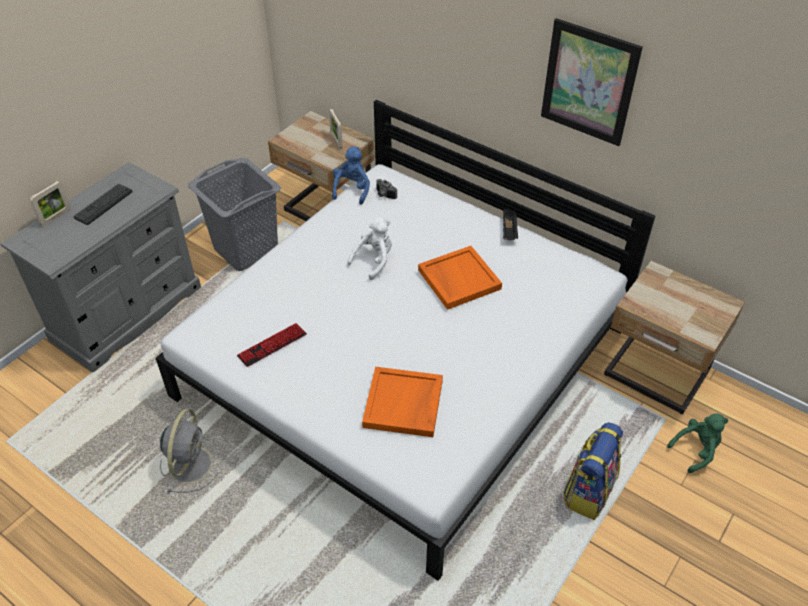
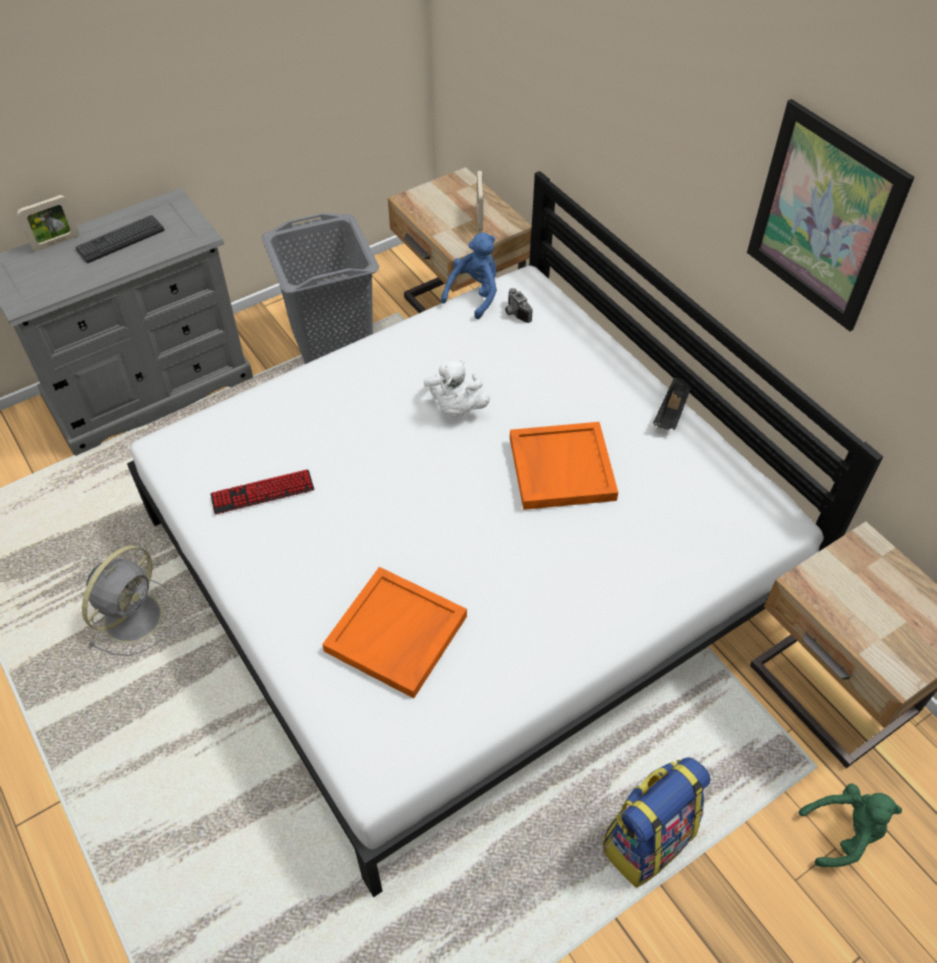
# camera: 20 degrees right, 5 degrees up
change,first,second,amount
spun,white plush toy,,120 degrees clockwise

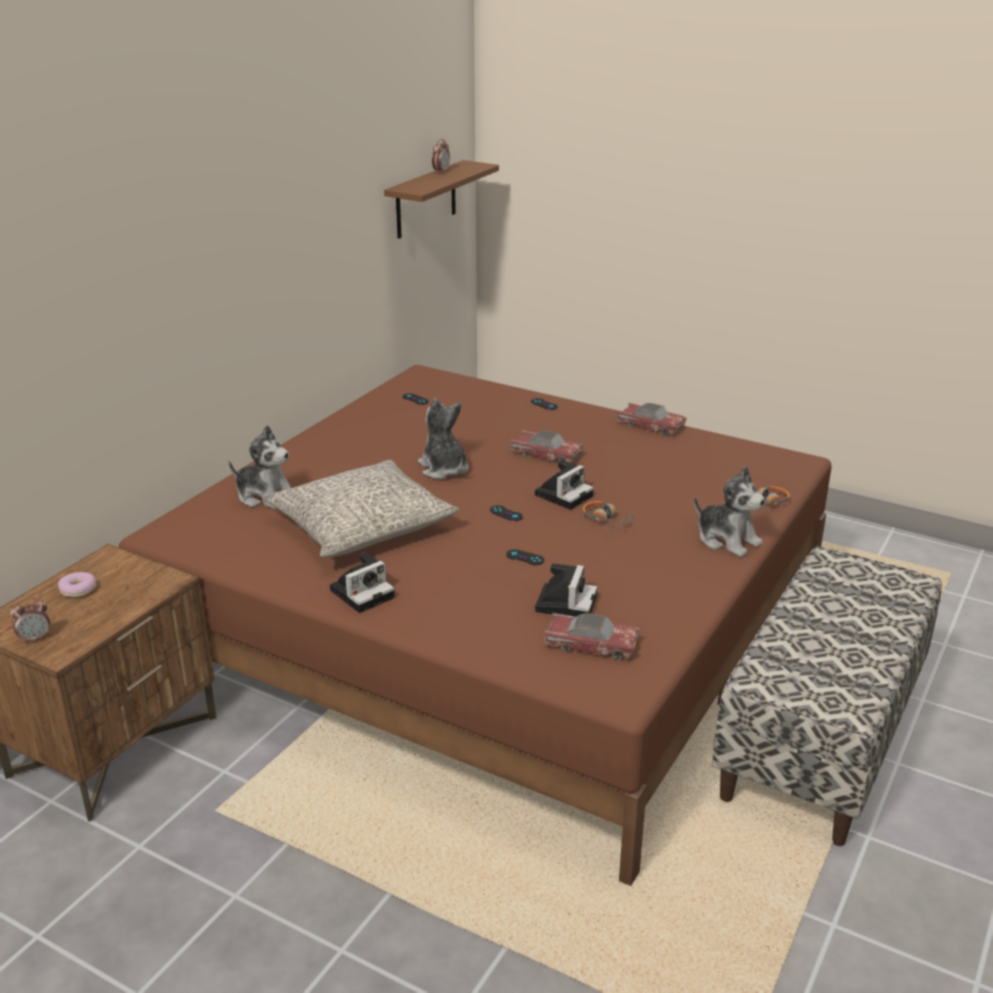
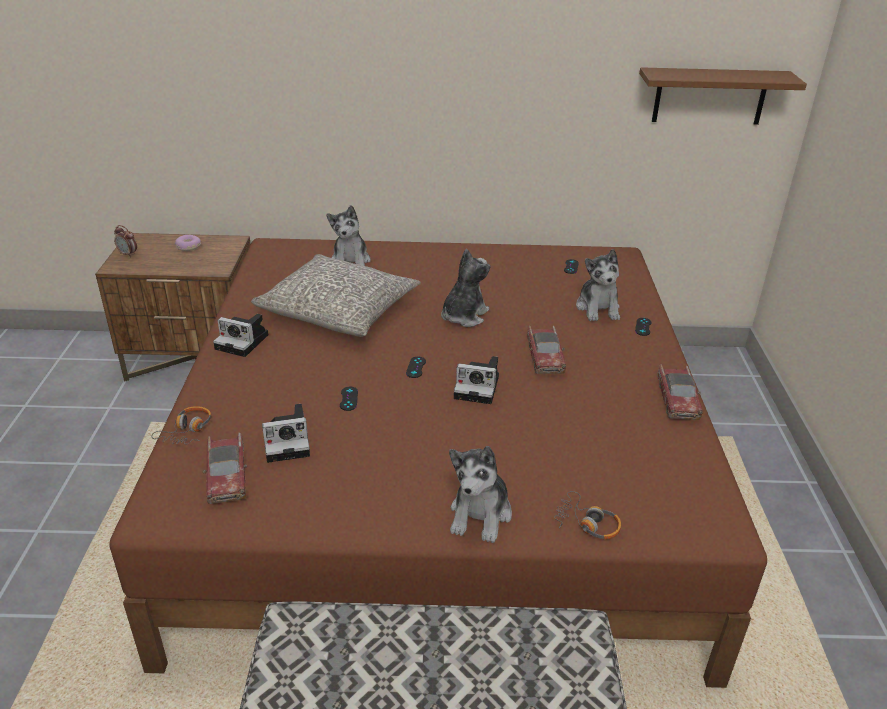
# camera: 60 degrees right, 5 degrees up
change,first,second,amount
missing,alarm clock (no. 2 from left),,
relocated,headphones (no. 1 from left),,
appeared,,plush toy (no. 4 from left),

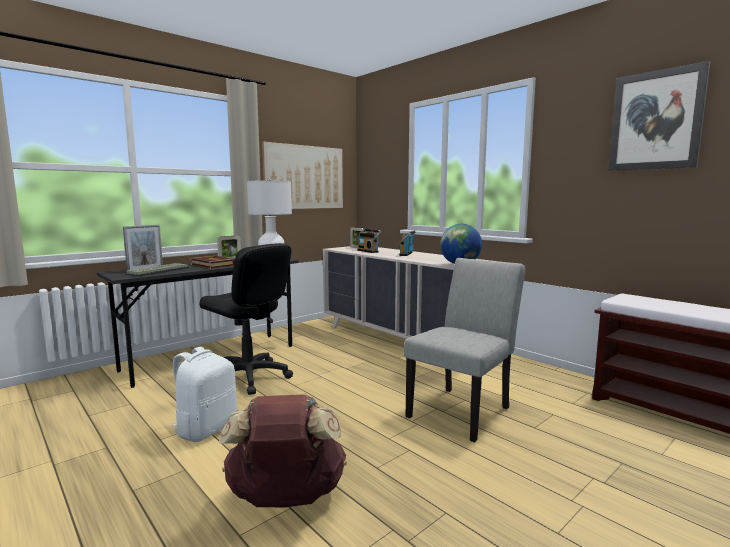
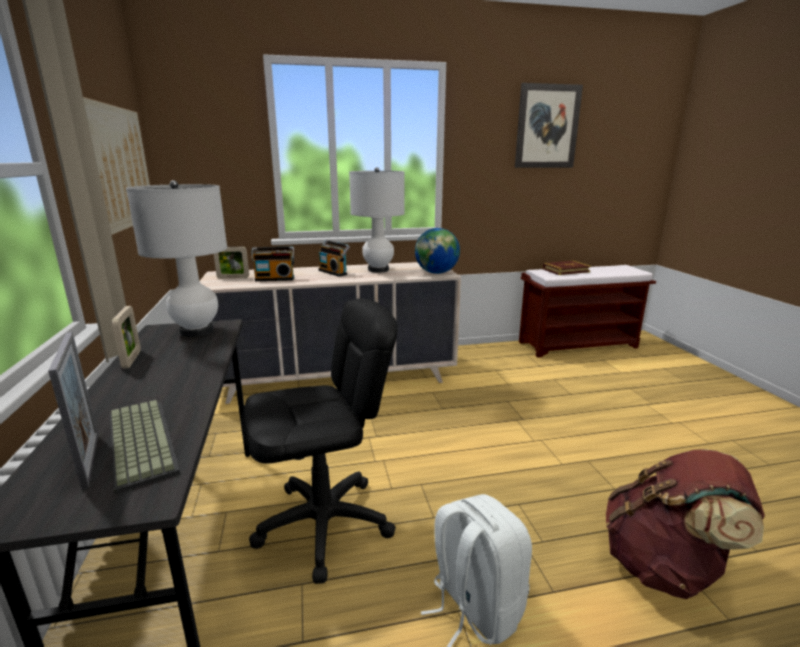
# camera: 60 degrees left, 10 degrees up
change,first,second,amount
relocated,book,,
missing,grey chair,,
appeared,,white table lamp (no. 2 from left),

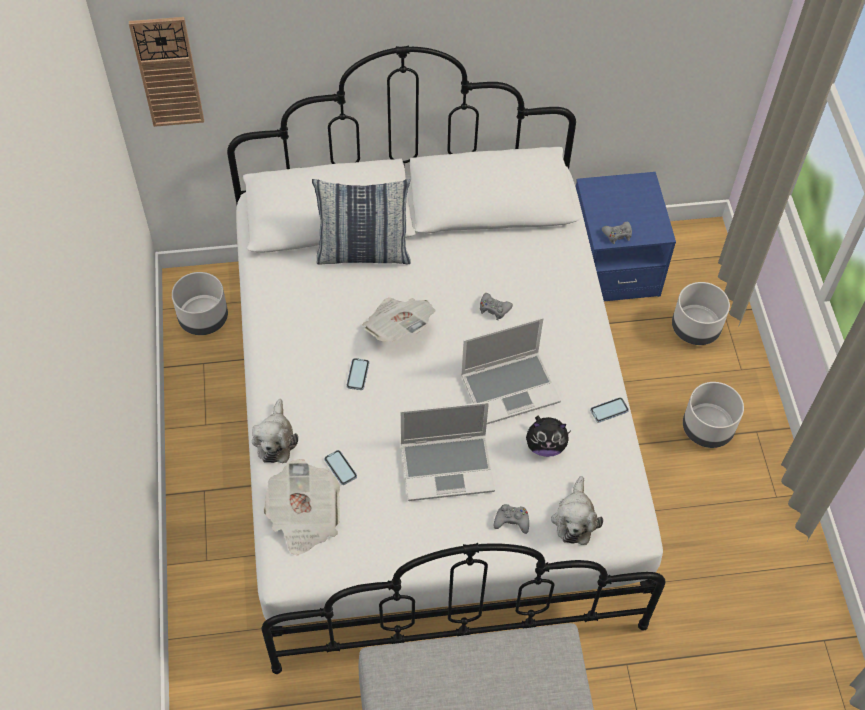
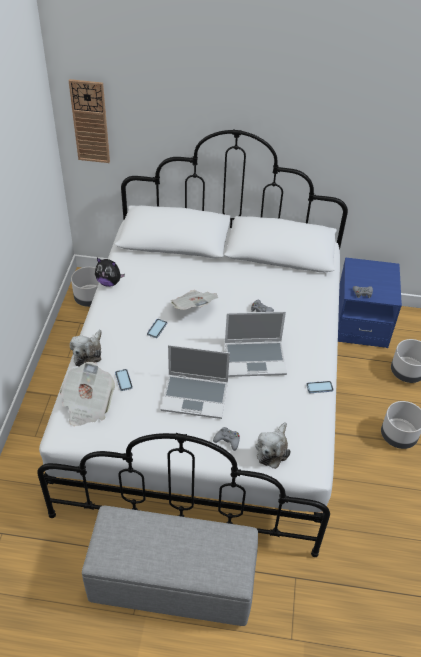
# camera: 15 degrees right, 10 degrees down
change,first,second,amount
missing,pillow,,
relocated,plush toy (no. 2 from left),,

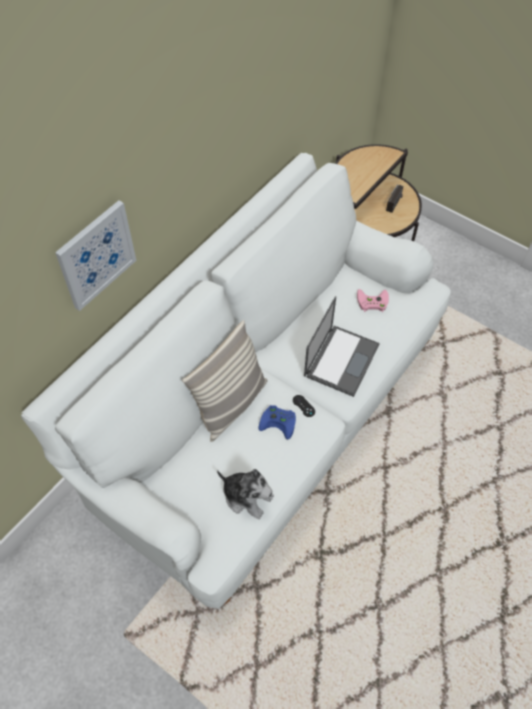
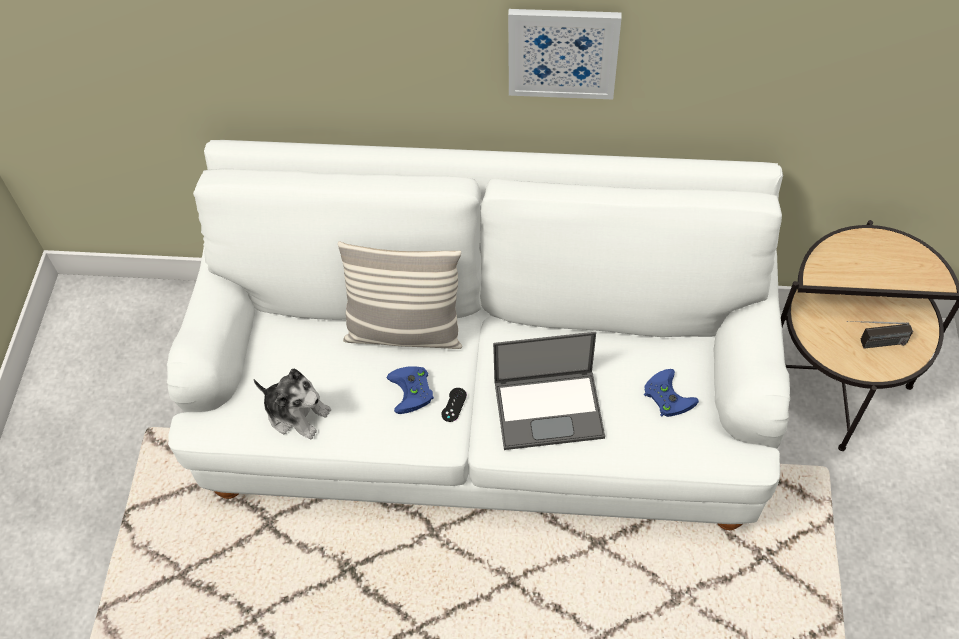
# camera: 60 degrees right, 0 degrees up
change,first,second,amount
relocated,picture,,
colour,pink game controller,blue game controller (no. 2 from left),
spun,plush toy,,60 degrees counterclockwise

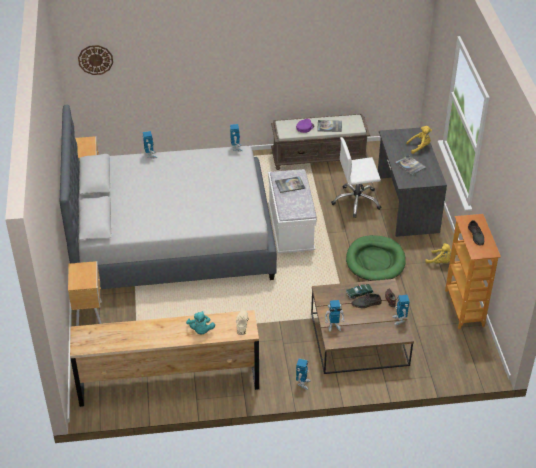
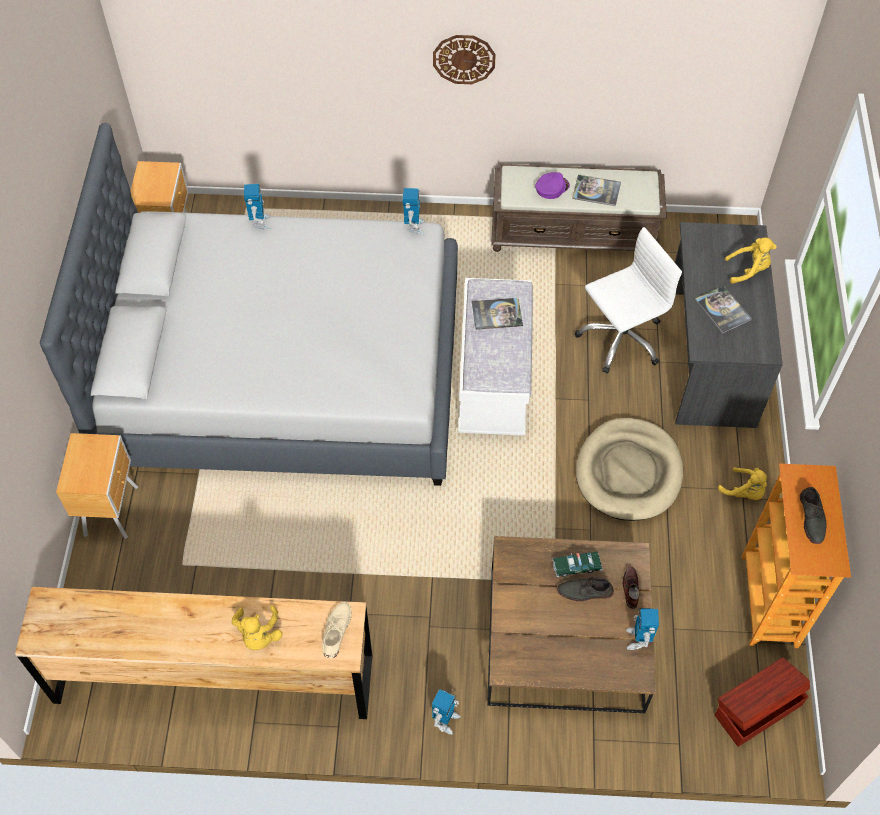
# camera: 10 degrees right, 15 degrees up
change,first,second,amount
relocated,wall clock,,
spun,white office chair,,150 degrees clockwise
colour,green dog bed,beige dog bed,
missing,toy robot (no. 4 from left),,
colour,turquoise plush toy,yellow plush toy (no. 1 from left),
appeared,,brown storage box,

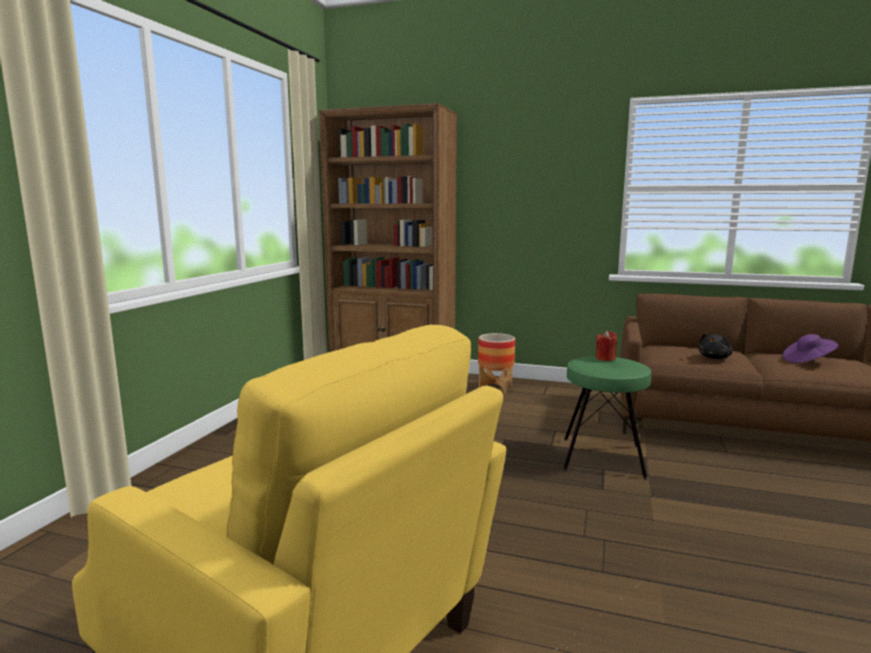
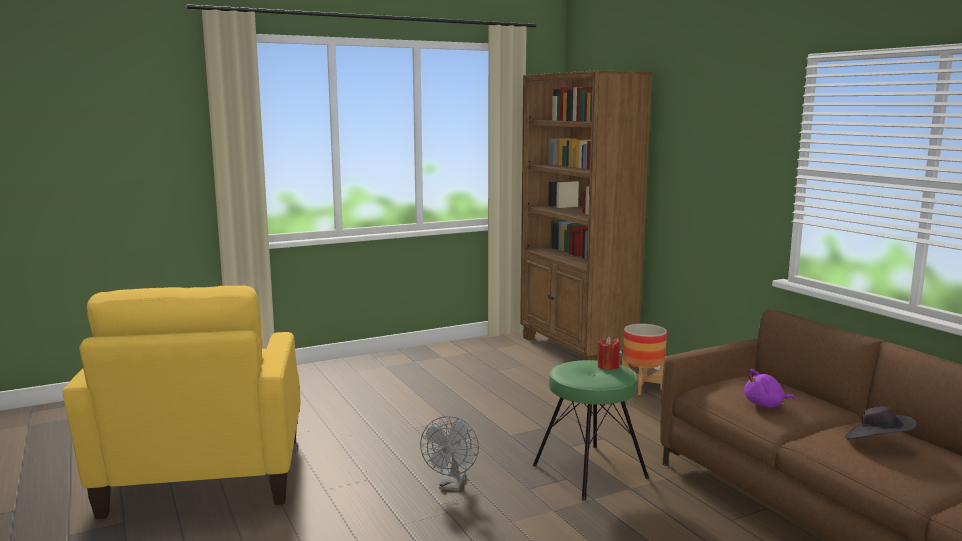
# camera: 45 degrees right, 0 degrees up
change,first,second,amount
colour,black plush toy,purple plush toy,
colour,purple hat,black hat,
appeared,,grey fan,

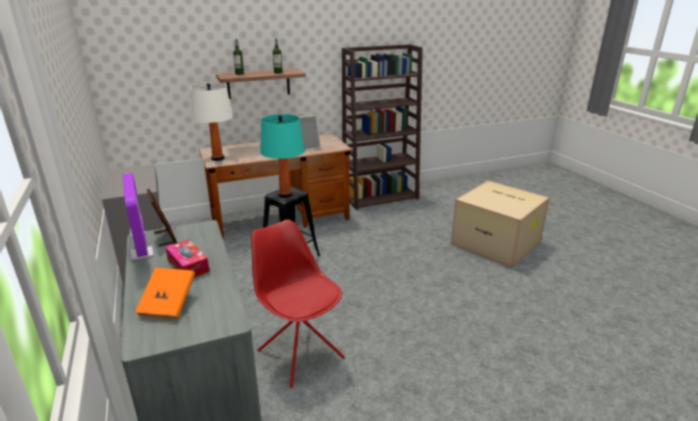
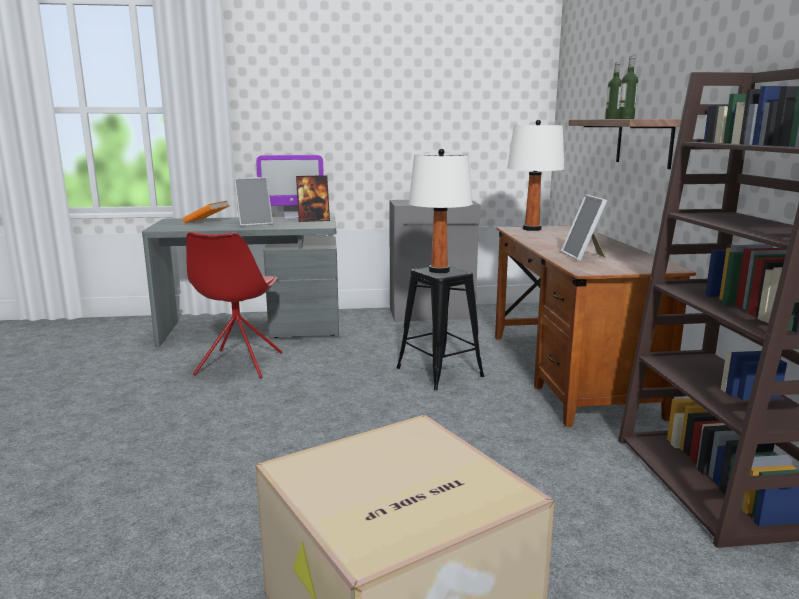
# camera: 105 degrees right, 10 degrees down
change,first,second,amount
colour,turquoise table lamp,white table lamp (no. 1 from left),
spun,red chair,,120 degrees clockwise
exchanged,tissue box,picture frame (no. 1 from left),

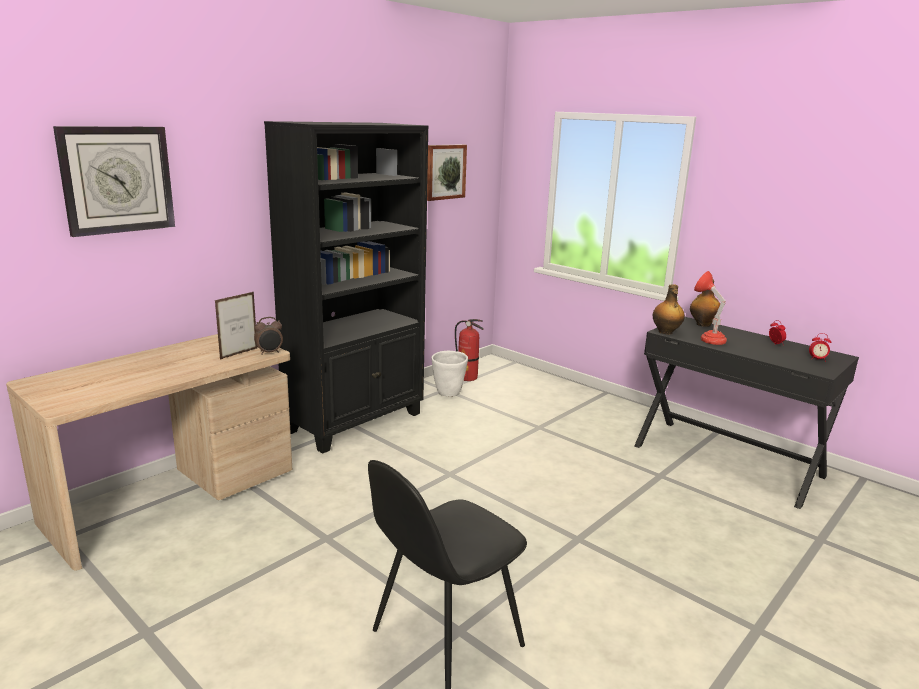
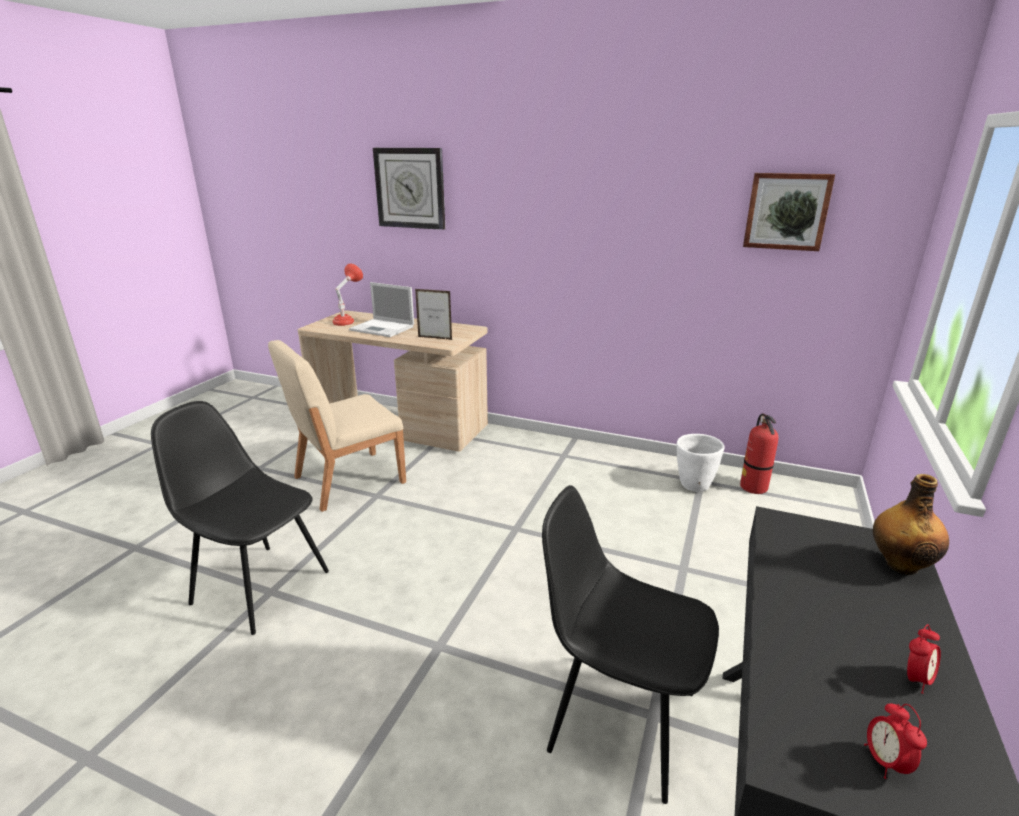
# camera: 70 degrees right, 5 degrees up
change,first,second,amount
missing,black bookcase,,
relocated,red table lamp,,
missing,bottle (no. 1 from left),,
missing,alarm clock (no. 1 from left),,
appeared,,laptop,
appeared,,beige chair,
appeared,,black chair (no. 2 from left),

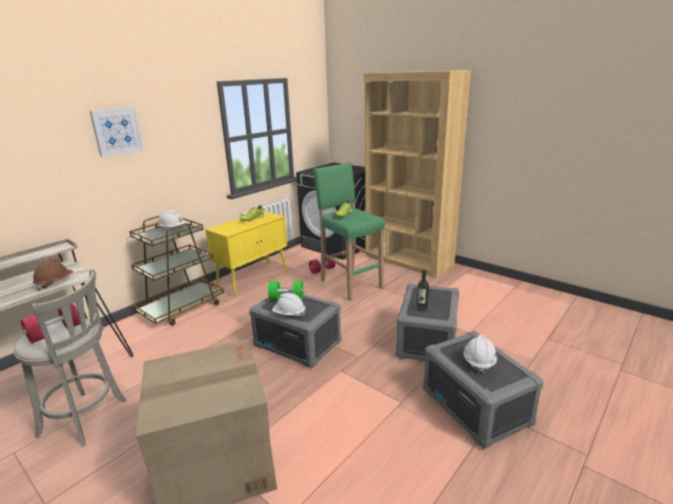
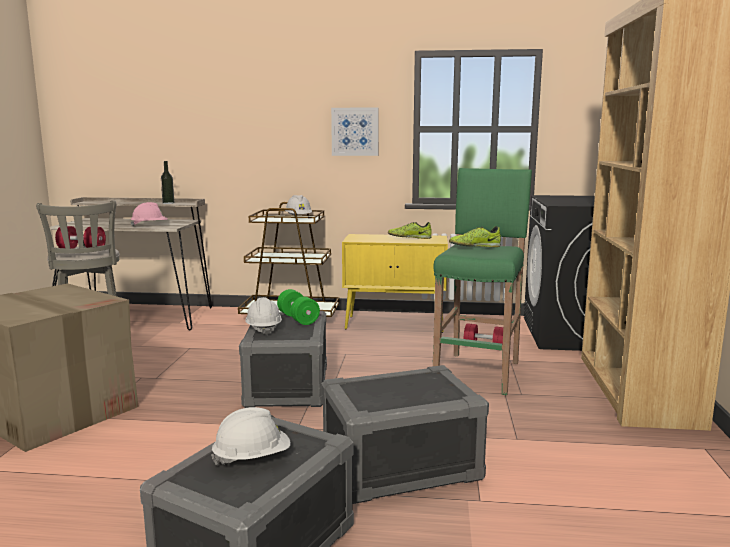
# camera: 55 degrees right, 10 degrees down
change,first,second,amount
relocated,picture,,
colour,brown hard hat,pink hard hat,
relocated,bottle,,

